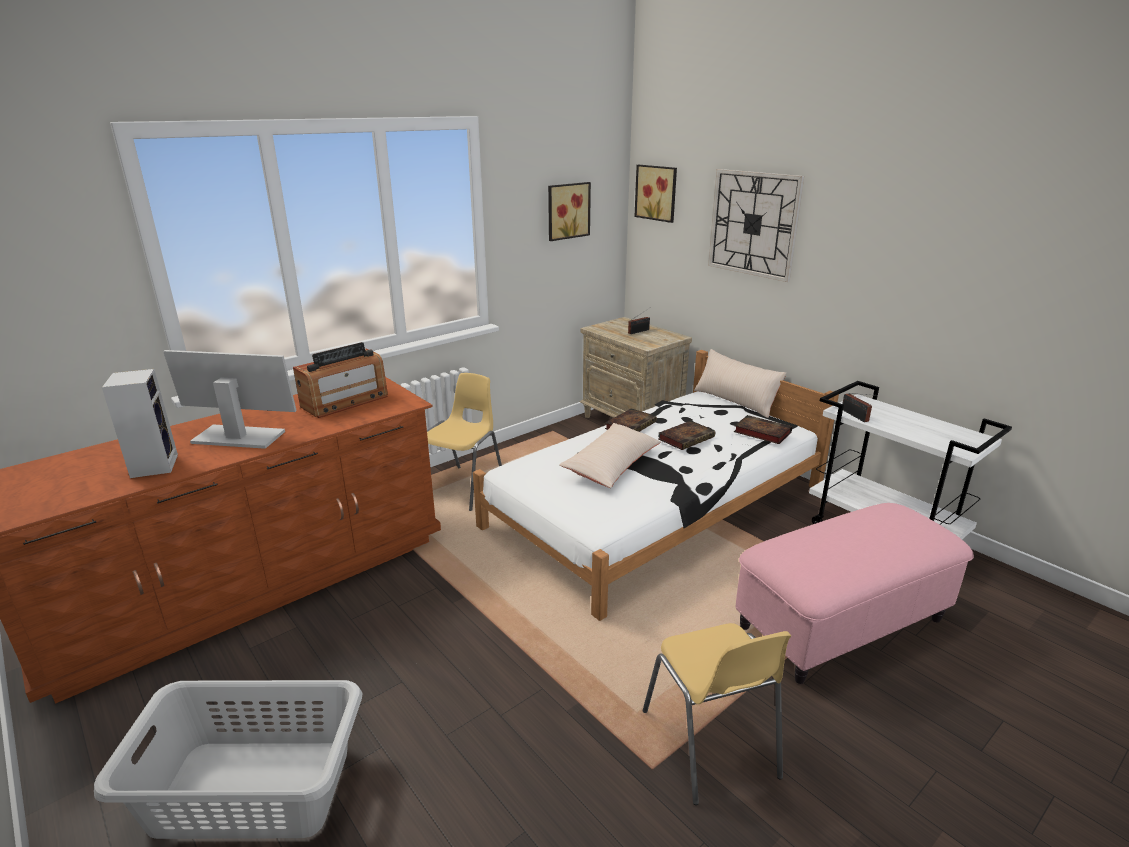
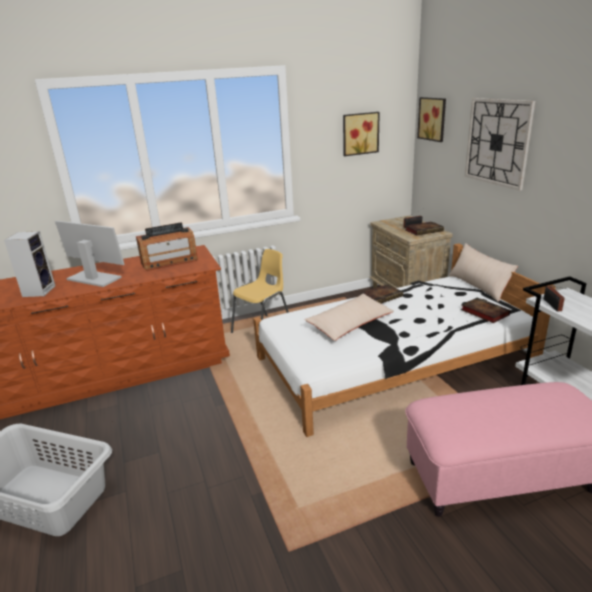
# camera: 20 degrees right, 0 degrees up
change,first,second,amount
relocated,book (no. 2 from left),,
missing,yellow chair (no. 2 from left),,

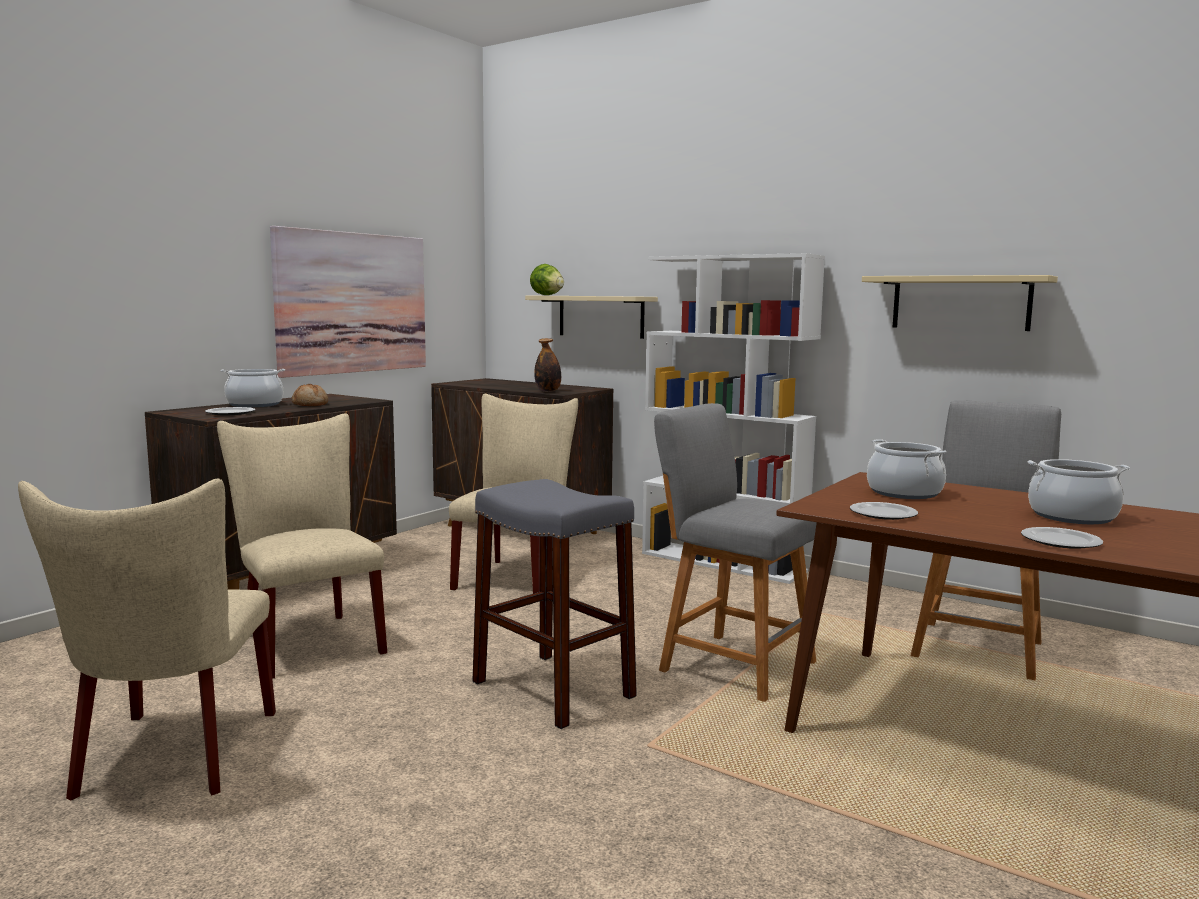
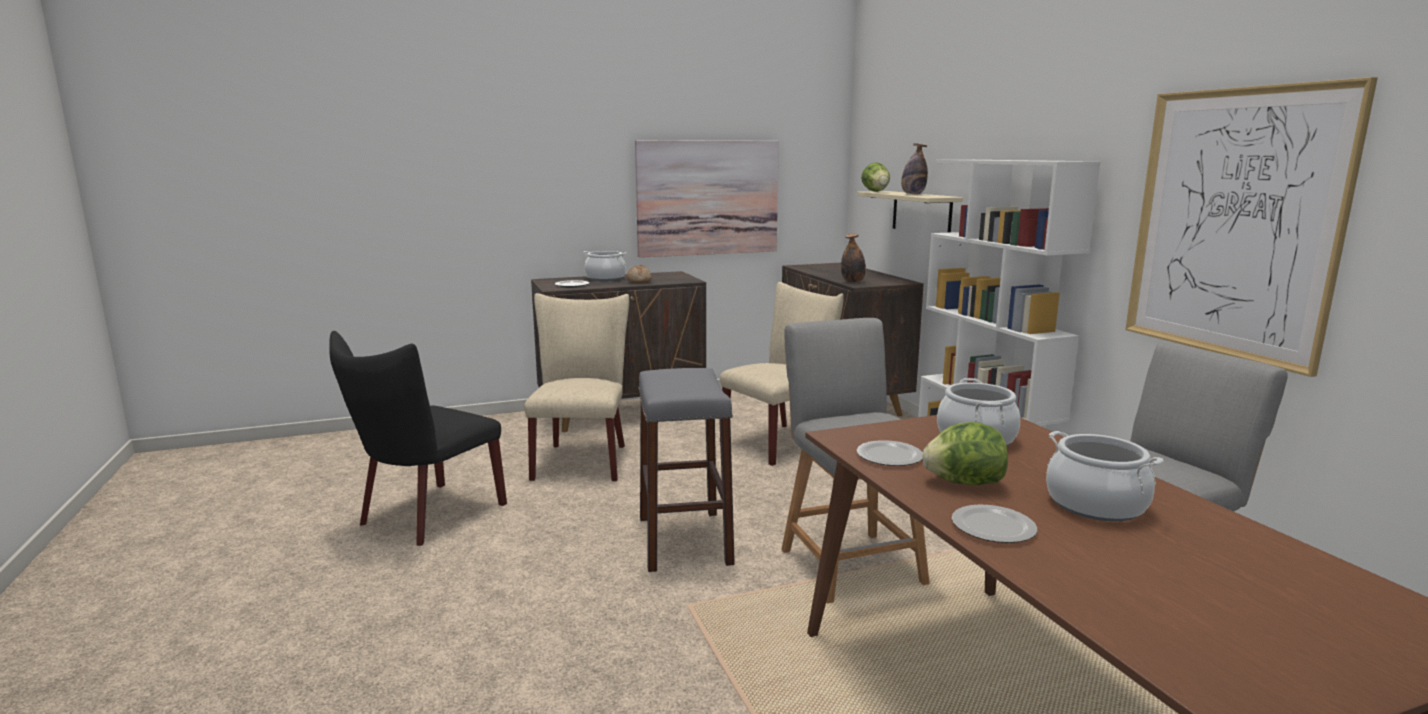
# camera: 35 degrees right, 5 degrees up
change,first,second,amount
exchanged,beige shelf (no. 2 from left),picture (no. 2 from left),
colour,beige chair (no. 1 from left),black chair,
appeared,,bottle (no. 2 from left),
appeared,,lettuce (no. 2 from left),

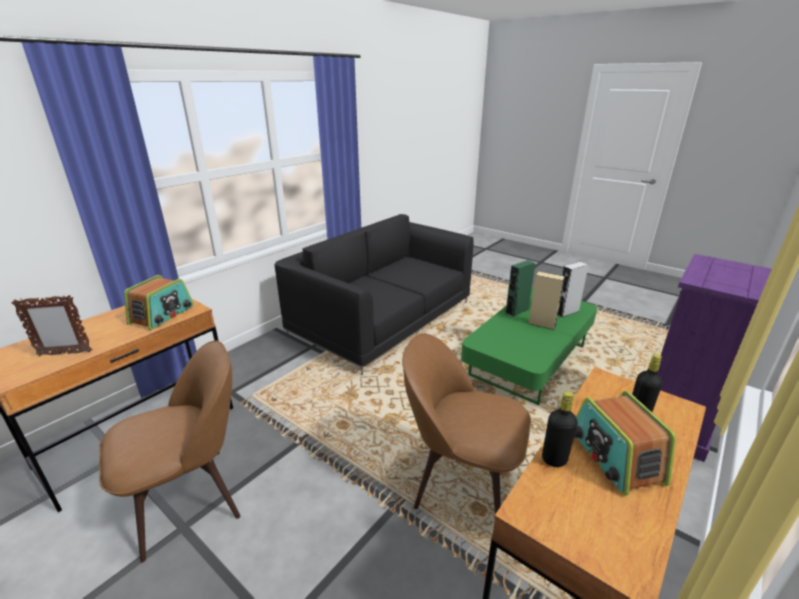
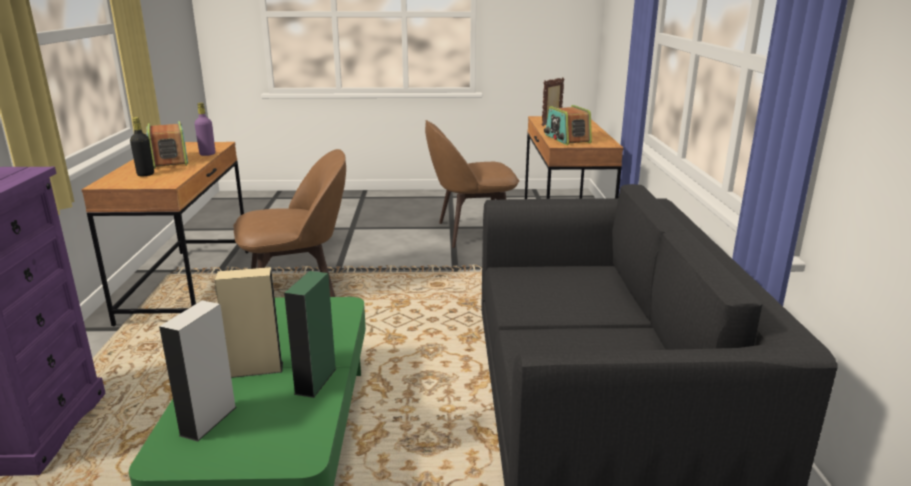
# camera: 140 degrees right, 5 degrees down
change,first,second,amount
spun,brown chair (no. 1 from left in the first image),brown chair (no. 2 from left),60 degrees clockwise
colour,black bottle (no. 1 from left),purple bottle,
spun,radio (no. 2 from left in the first image),radio (no. 1 from left),150 degrees counterclockwise

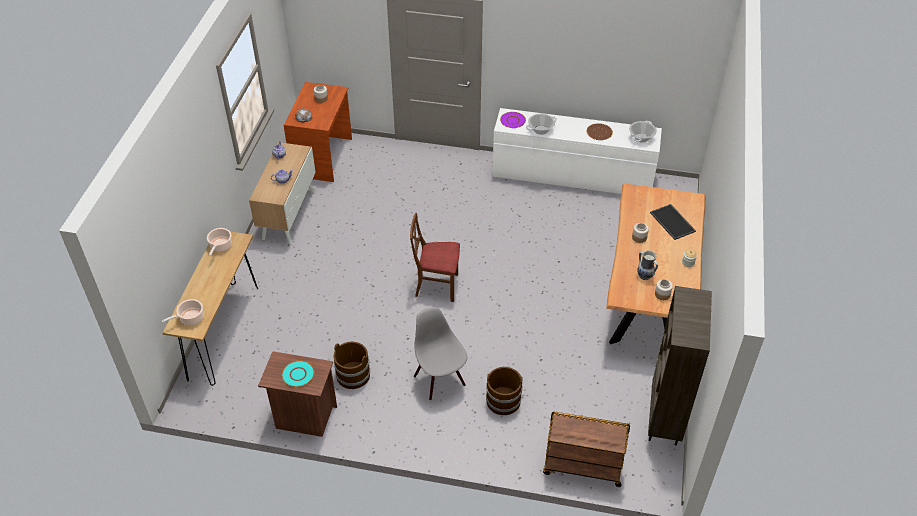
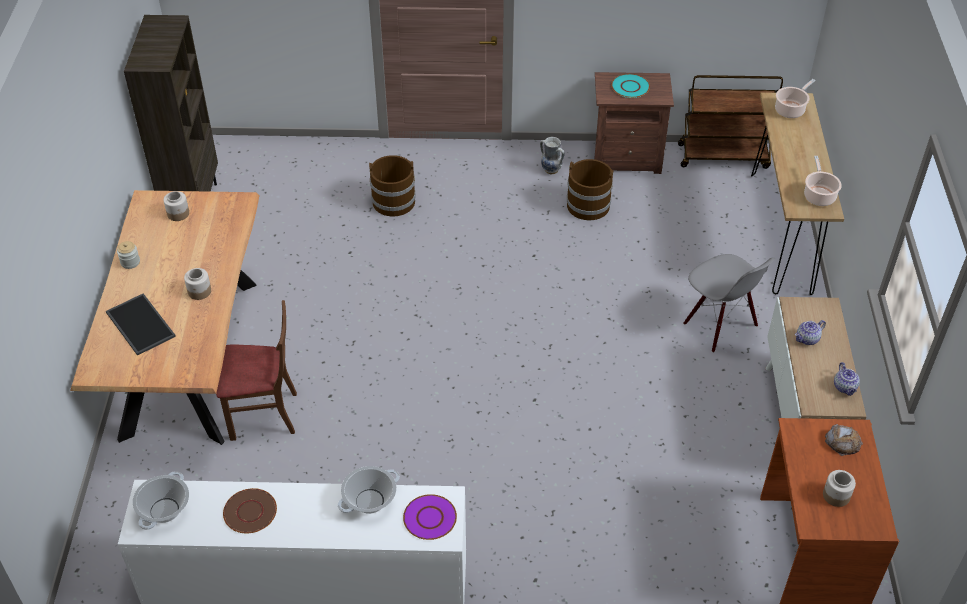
# camera: 170 degrees right, 0 degrees up
change,first,second,amount
relocated,brown chair,,
relocated,vase,,
relocated,grey chair,,
relocated,brown cart,,

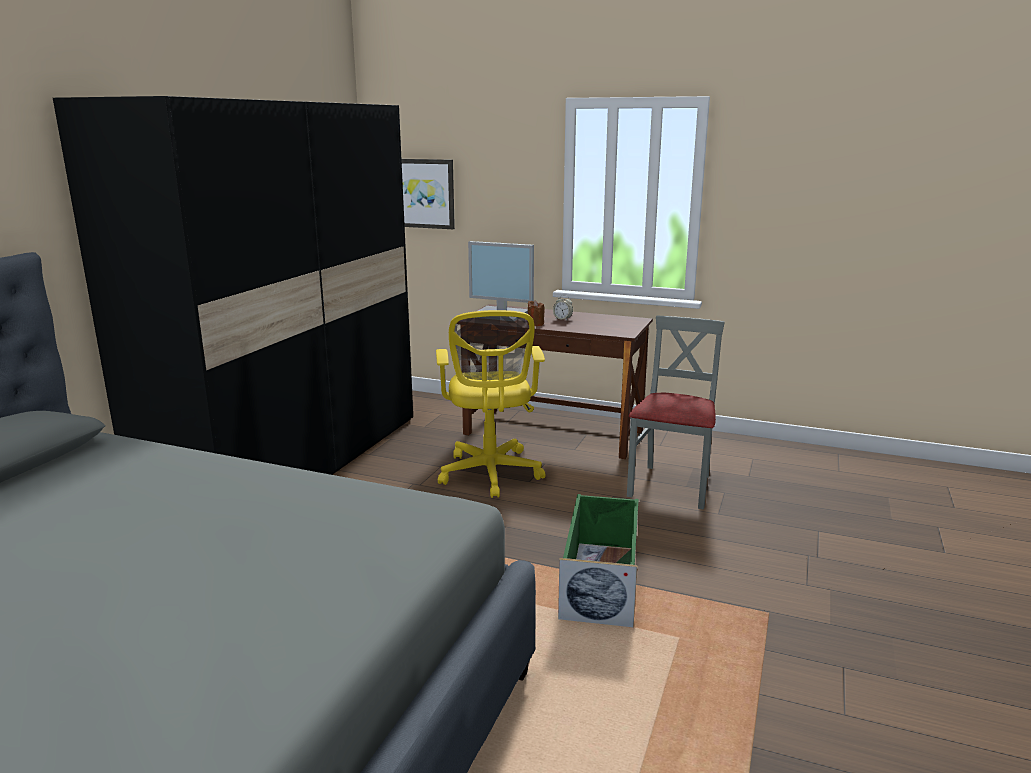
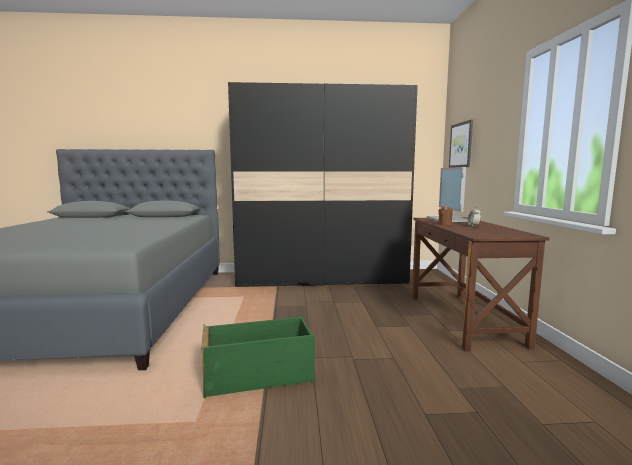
# camera: 65 degrees right, 10 degrees down
change,first,second,amount
missing,yellow office chair,,
missing,grey chair,,

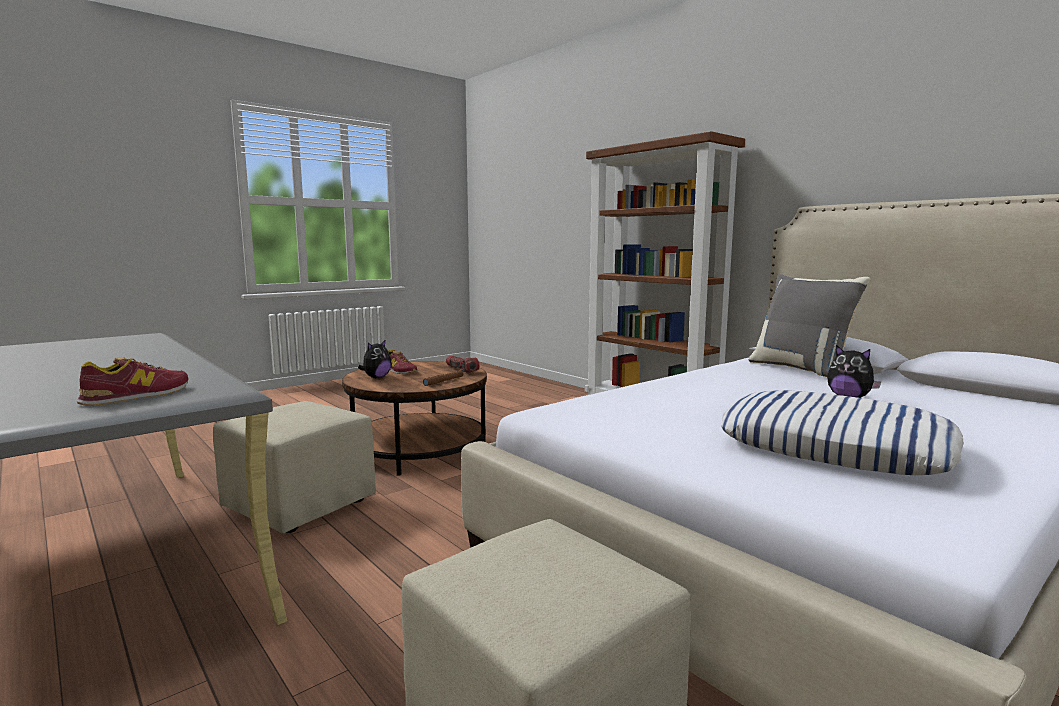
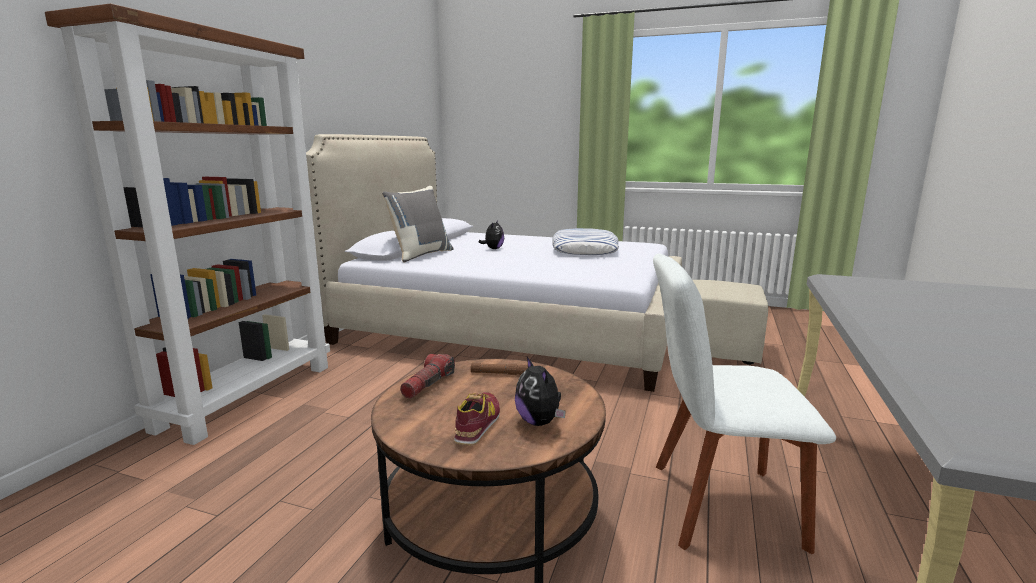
# camera: 120 degrees left, 5 degrees up
change,first,second,amount
spun,plush toy (no. 1 from left in the first image),plush toy (no. 2 from left),120 degrees counterclockwise
missing,shoe (no. 1 from left),,
exchanged,beige ottoman (no. 1 from left),white chair,

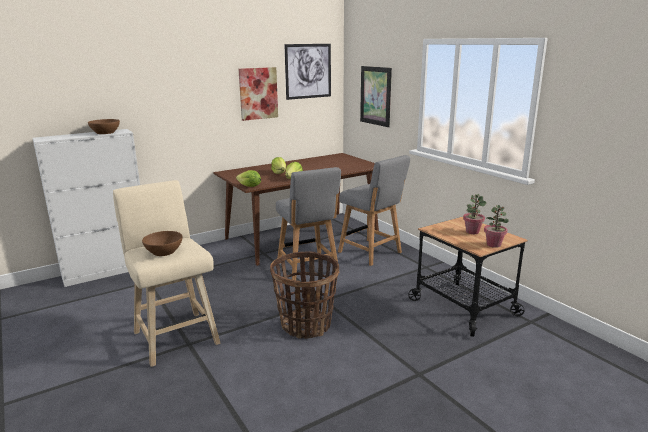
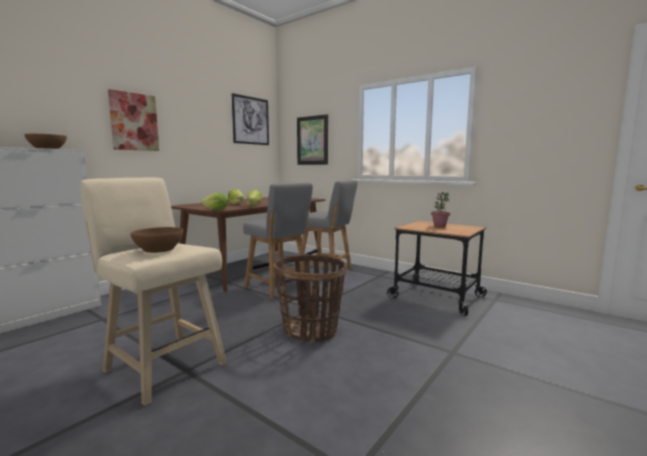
# camera: 20 degrees left, 10 degrees down
change,first,second,amount
relocated,picture (no. 1 from left),,
missing,potted plant (no. 2 from left),,

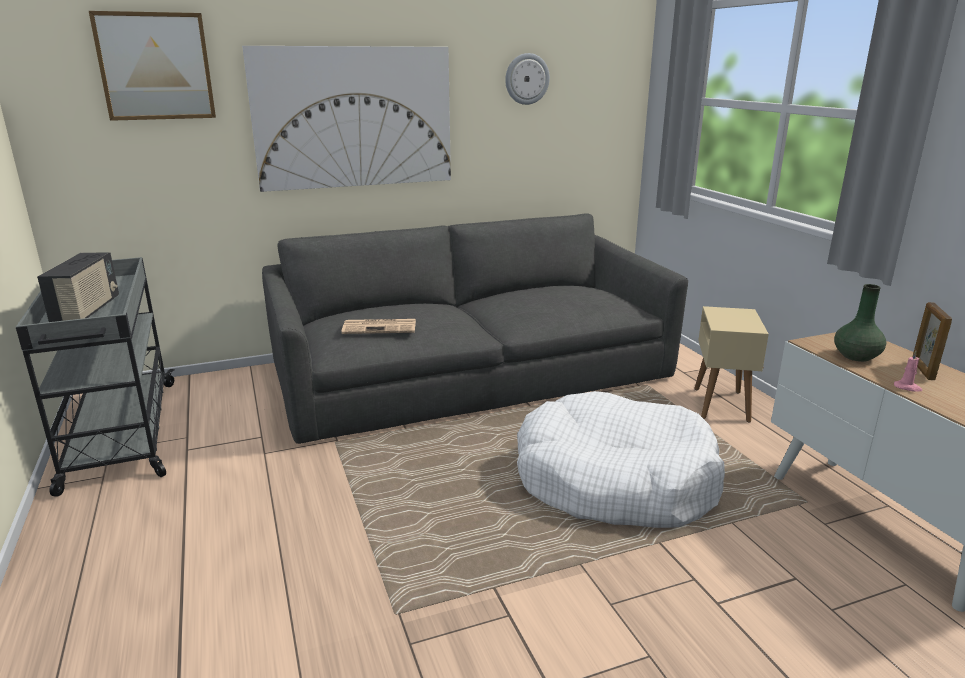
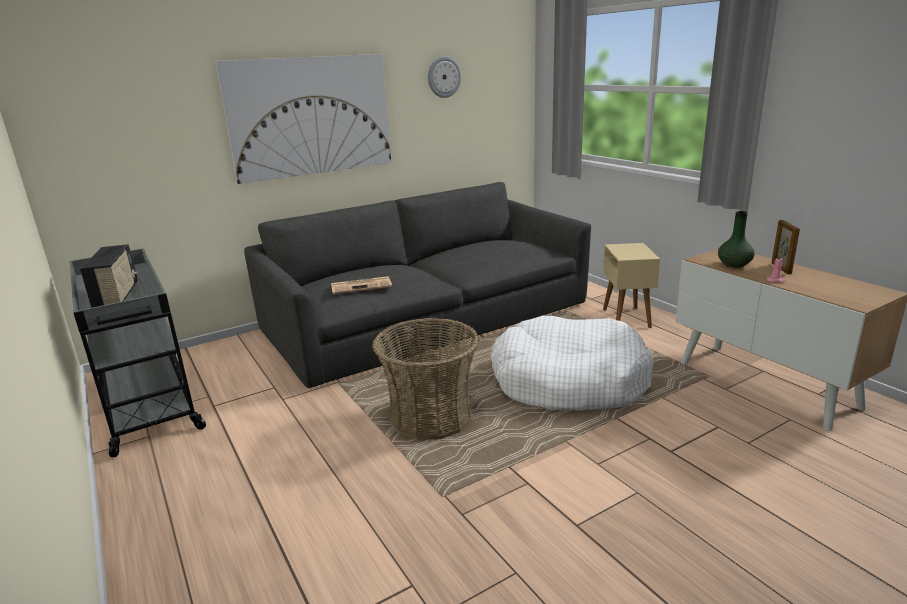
# camera: 10 degrees left, 0 degrees up
change,first,second,amount
missing,picture (no. 1 from left),,
appeared,,basket,

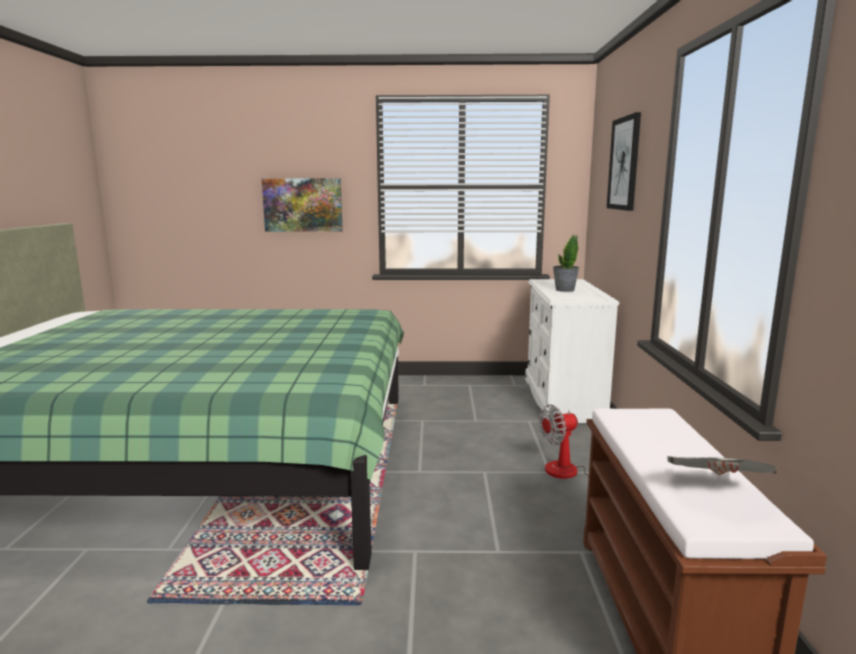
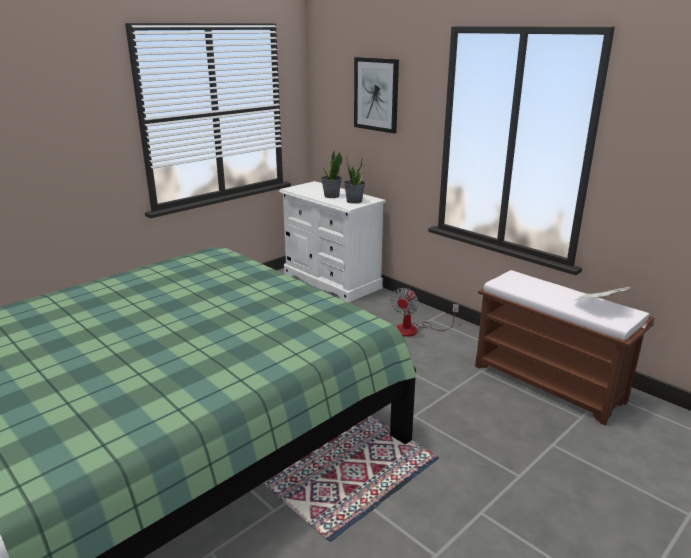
# camera: 45 degrees left, 10 degrees up
change,first,second,amount
missing,picture (no. 1 from left),,
appeared,,potted plant (no. 2 from left),

